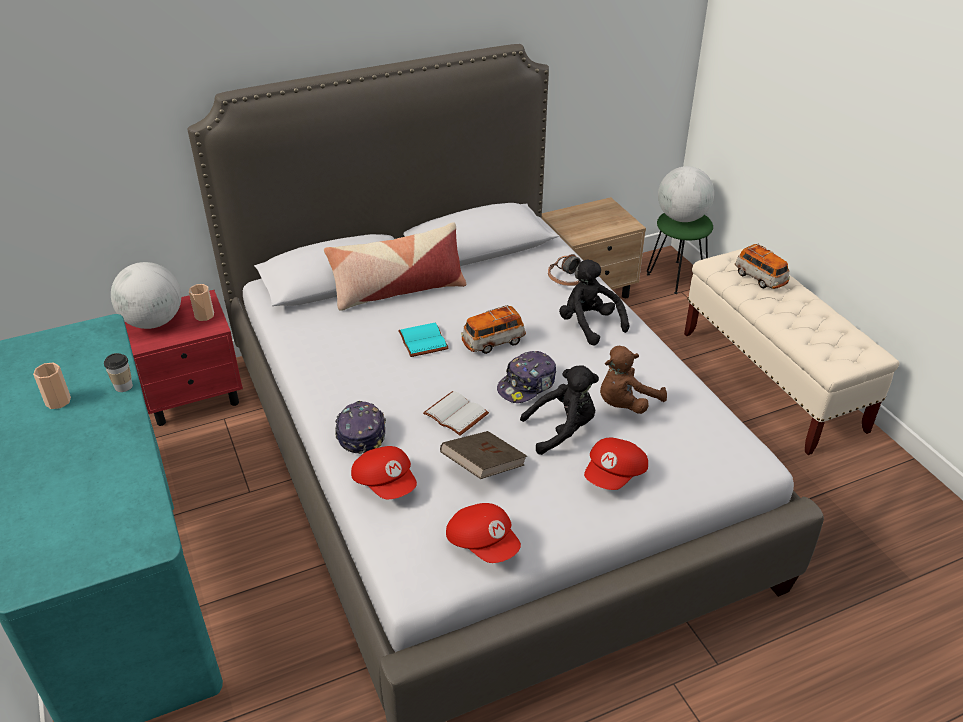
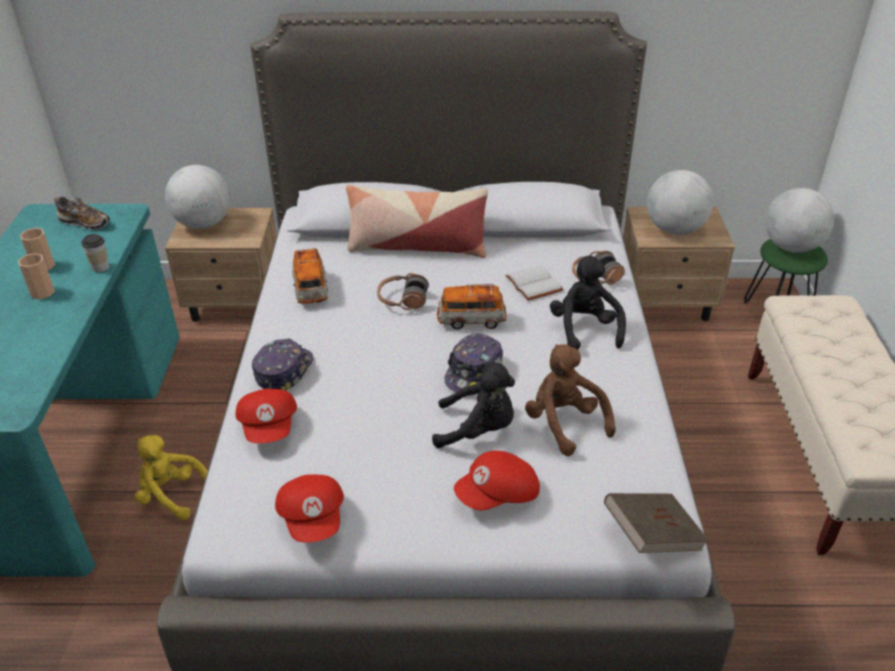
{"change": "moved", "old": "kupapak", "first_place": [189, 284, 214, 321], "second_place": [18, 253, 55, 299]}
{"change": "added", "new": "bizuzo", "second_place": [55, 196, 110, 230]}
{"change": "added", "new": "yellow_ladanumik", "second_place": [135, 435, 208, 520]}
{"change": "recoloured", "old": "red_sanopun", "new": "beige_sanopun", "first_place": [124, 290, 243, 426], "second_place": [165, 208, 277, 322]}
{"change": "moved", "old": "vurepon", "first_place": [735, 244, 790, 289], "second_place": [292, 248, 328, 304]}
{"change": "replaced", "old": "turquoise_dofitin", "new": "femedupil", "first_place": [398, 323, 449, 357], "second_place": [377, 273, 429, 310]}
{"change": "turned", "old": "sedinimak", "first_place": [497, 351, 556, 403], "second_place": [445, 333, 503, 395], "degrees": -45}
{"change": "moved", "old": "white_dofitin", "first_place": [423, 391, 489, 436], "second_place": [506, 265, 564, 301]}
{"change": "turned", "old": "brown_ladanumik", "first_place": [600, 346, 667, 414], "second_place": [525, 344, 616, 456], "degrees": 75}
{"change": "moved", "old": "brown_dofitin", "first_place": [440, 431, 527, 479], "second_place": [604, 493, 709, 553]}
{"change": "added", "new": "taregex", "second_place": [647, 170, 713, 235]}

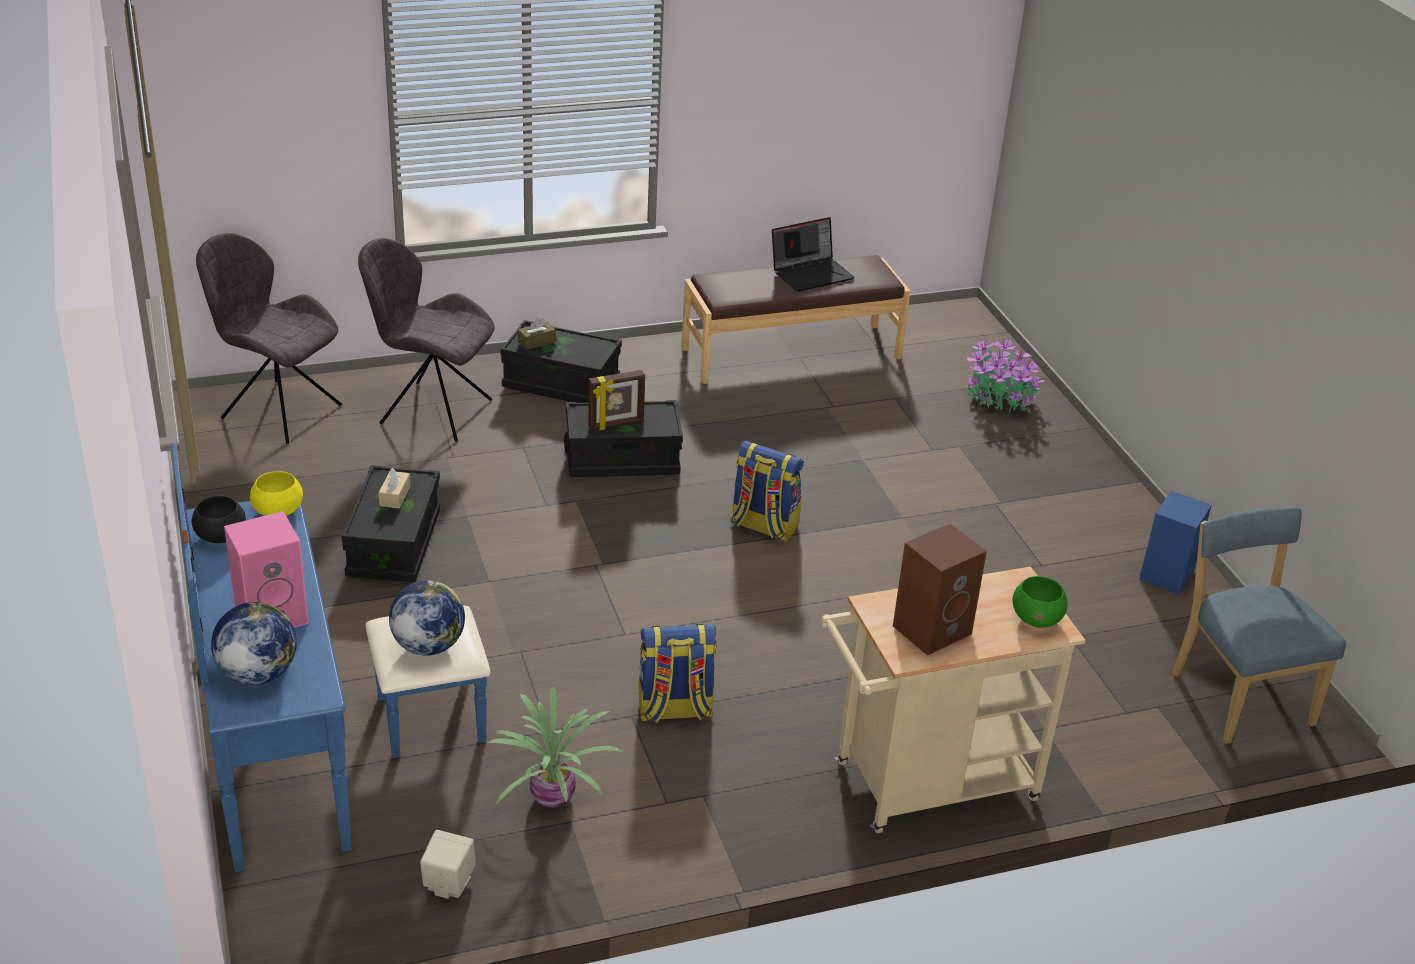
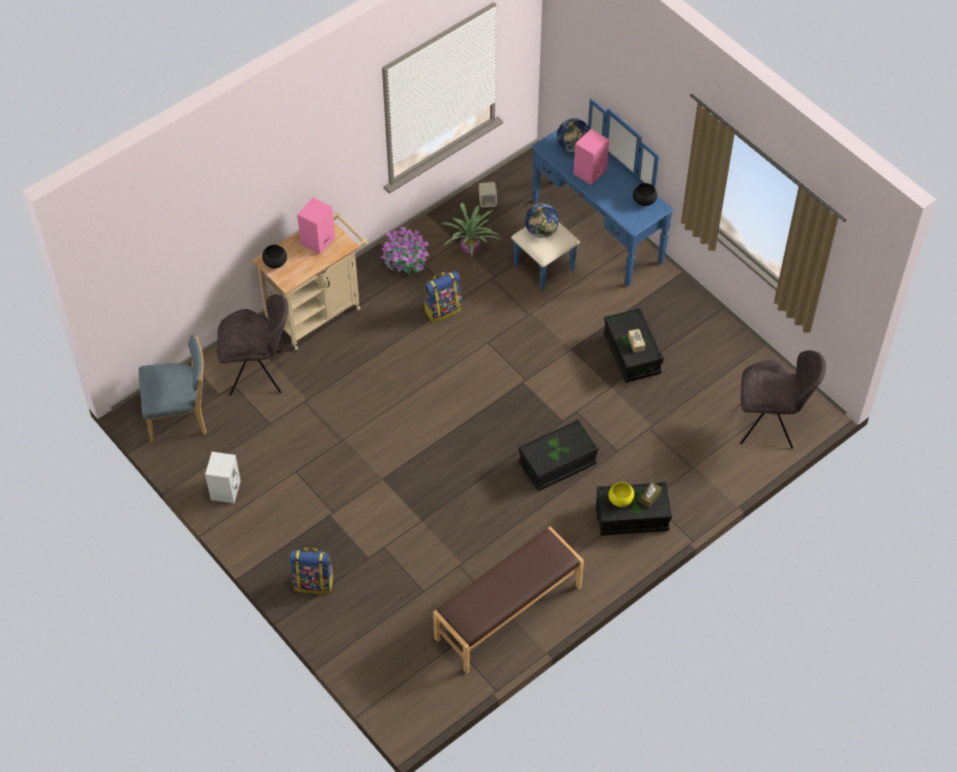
{"change": "turned", "old": "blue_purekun", "first_place": [1172, 507, 1346, 744], "second_place": [139, 334, 206, 443], "degrees": -60}
{"change": "recoloured", "old": "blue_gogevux", "new": "white_gogevux", "first_place": [1139, 491, 1212, 595], "second_place": [205, 452, 241, 503]}
{"change": "moved", "old": "grey_purekun", "first_place": [358, 238, 495, 442], "second_place": [217, 294, 289, 396]}
{"change": "recoloured", "old": "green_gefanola", "new": "black_gefanola", "first_place": [1013, 576, 1068, 628], "second_place": [262, 245, 287, 269]}
{"change": "moved", "old": "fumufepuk", "first_place": [731, 441, 804, 542], "second_place": [289, 548, 334, 594]}
{"change": "recoloured", "old": "brown_gogevux", "new": "pink_gogevux", "first_place": [893, 524, 987, 655], "second_place": [297, 197, 335, 254]}
{"change": "moved", "old": "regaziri", "first_place": [966, 338, 1044, 412], "second_place": [381, 227, 429, 275]}
{"change": "moved", "old": "yellow_gefanola", "first_place": [250, 471, 303, 516], "second_place": [608, 482, 634, 507]}
{"change": "removed", "old": "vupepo", "first_place": [588, 370, 645, 431]}
{"change": "removed", "old": "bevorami", "first_place": [772, 217, 855, 292]}

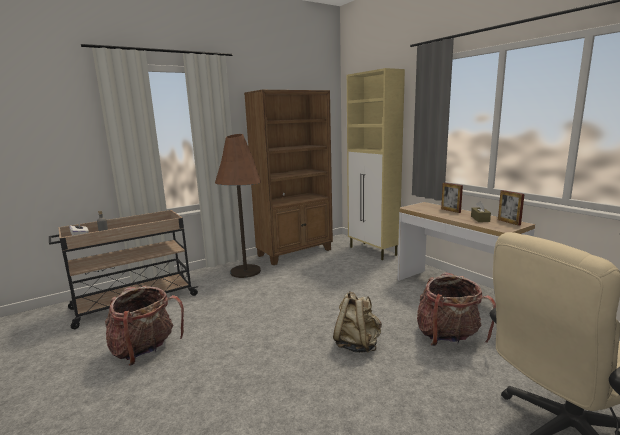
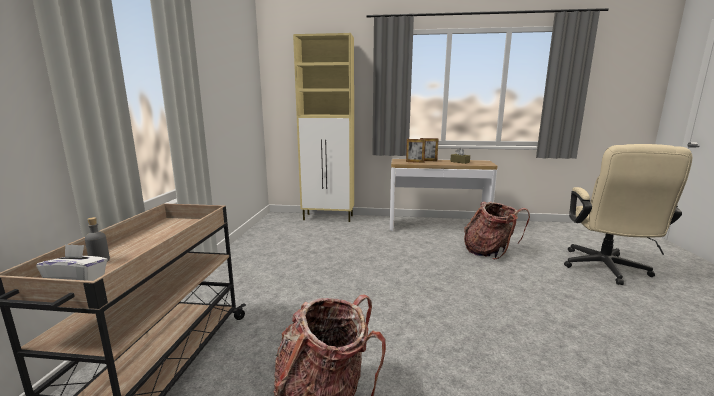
{"change": "moved", "old": "vupepo", "first_place": [498, 190, 524, 226], "second_place": [406, 139, 426, 163]}
{"change": "removed", "old": "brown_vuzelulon", "first_place": [215, 134, 261, 278]}
{"change": "removed", "old": "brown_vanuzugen", "first_place": [244, 90, 333, 265]}
{"change": "removed", "old": "beige_fumufepuk", "first_place": [333, 291, 382, 353]}

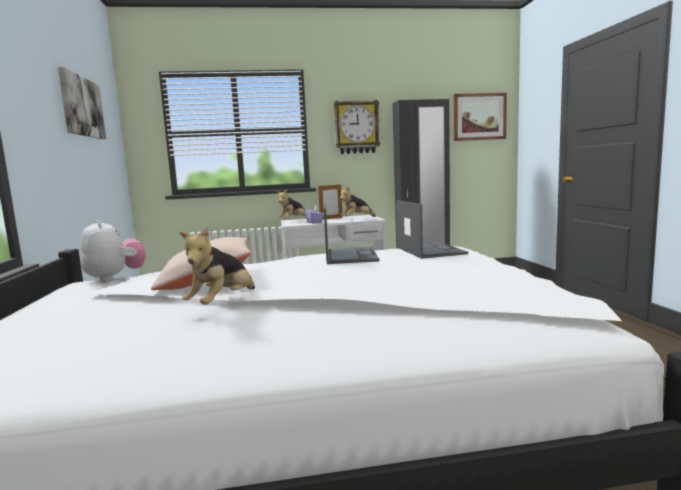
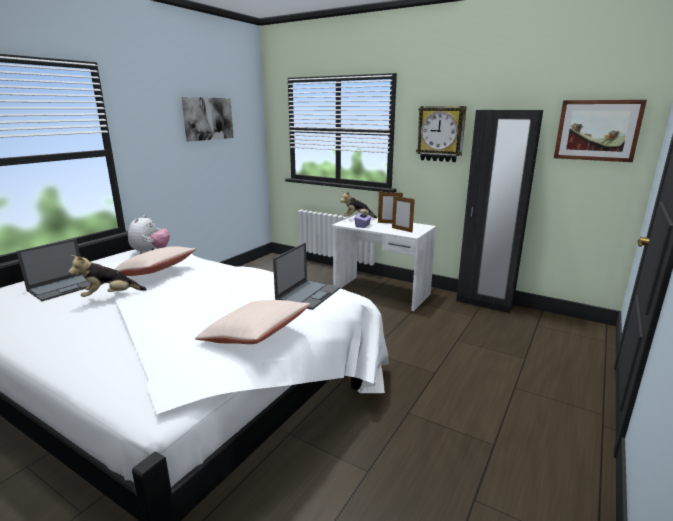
{"change": "moved", "old": "bevorami", "first_place": [324, 203, 379, 264], "second_place": [16, 239, 90, 301]}
{"change": "added", "new": "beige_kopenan", "second_place": [195, 300, 310, 344]}
{"change": "replaced", "old": "ladanumik", "new": "vupepo", "first_place": [339, 187, 376, 217], "second_place": [392, 196, 415, 233]}

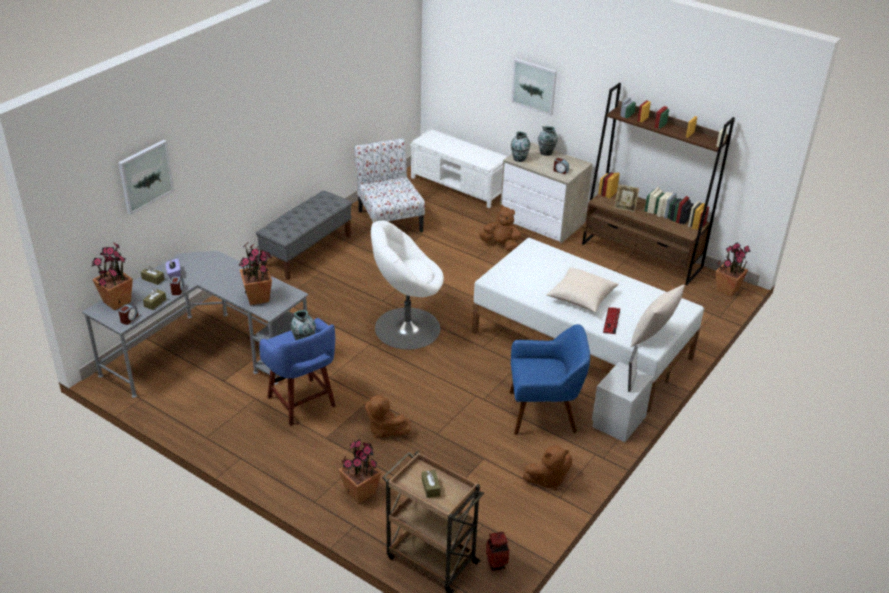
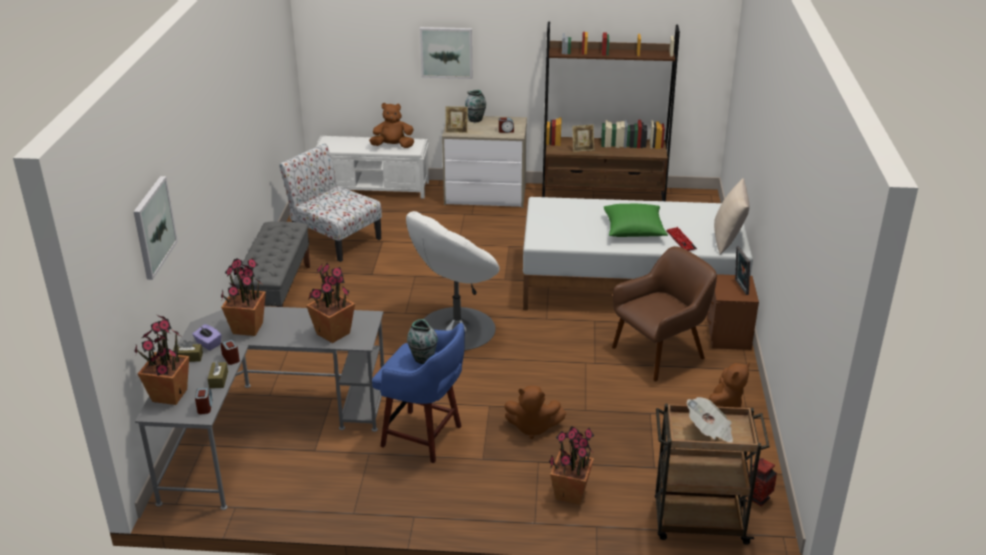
{"change": "moved", "old": "regaziri", "first_place": [716, 242, 751, 297], "second_place": [221, 258, 266, 336]}
{"change": "moved", "old": "brown_ladanumik", "first_place": [479, 205, 521, 252], "second_place": [369, 103, 414, 148]}
{"change": "replaced", "old": "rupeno", "new": "vupepo", "first_place": [511, 132, 530, 162], "second_place": [445, 106, 468, 133]}
{"change": "recoloured", "old": "beige_kopenan", "new": "green_kopenan", "first_place": [546, 267, 618, 313], "second_place": [604, 204, 668, 237]}
{"change": "recoloured", "old": "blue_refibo", "new": "brown_refibo", "first_place": [509, 324, 590, 435], "second_place": [612, 246, 717, 382]}
{"change": "replaced", "old": "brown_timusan", "new": "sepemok", "first_place": [422, 470, 441, 498], "second_place": [686, 397, 733, 443]}
{"change": "recoloured", "old": "grey_sanopun", "new": "brown_sanopun", "first_place": [592, 362, 653, 442], "second_place": [707, 274, 759, 350]}

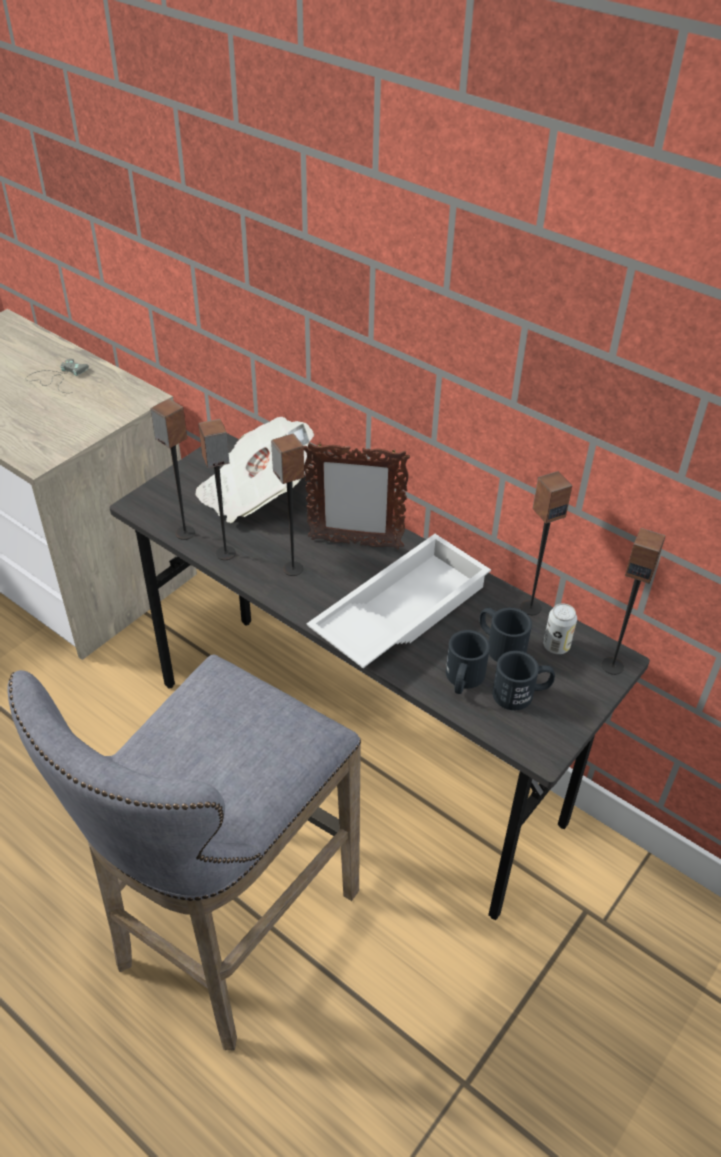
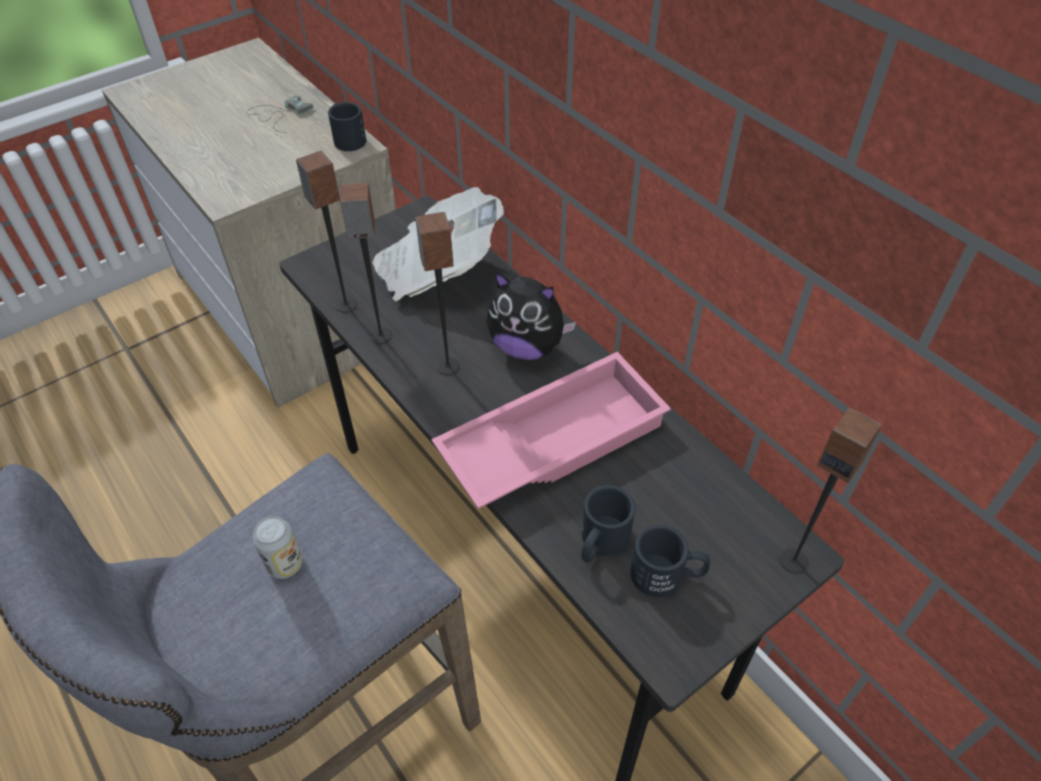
{"change": "moved", "old": "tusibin", "first_place": [543, 603, 577, 654], "second_place": [253, 516, 303, 579]}
{"change": "moved", "old": "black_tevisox", "first_place": [479, 608, 532, 662], "second_place": [328, 102, 366, 151]}
{"change": "recoloured", "old": "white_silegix", "new": "pink_silegix", "first_place": [307, 534, 491, 668], "second_place": [431, 352, 671, 509]}
{"change": "replaced", "old": "vupepo", "new": "ladanumik", "first_place": [304, 443, 410, 549], "second_place": [486, 272, 576, 360]}
{"change": "removed", "old": "gogevux", "first_place": [520, 471, 572, 615]}

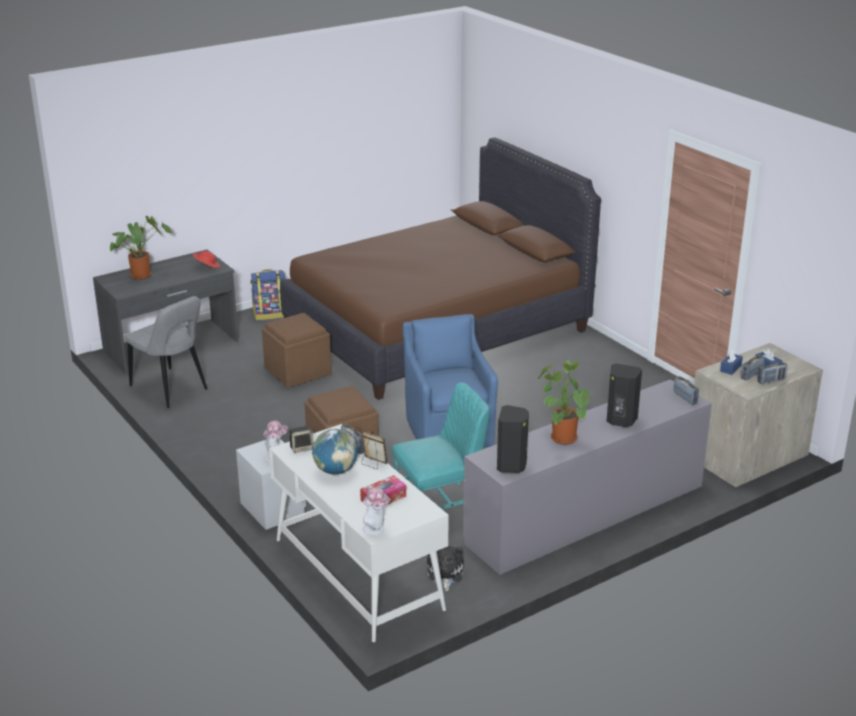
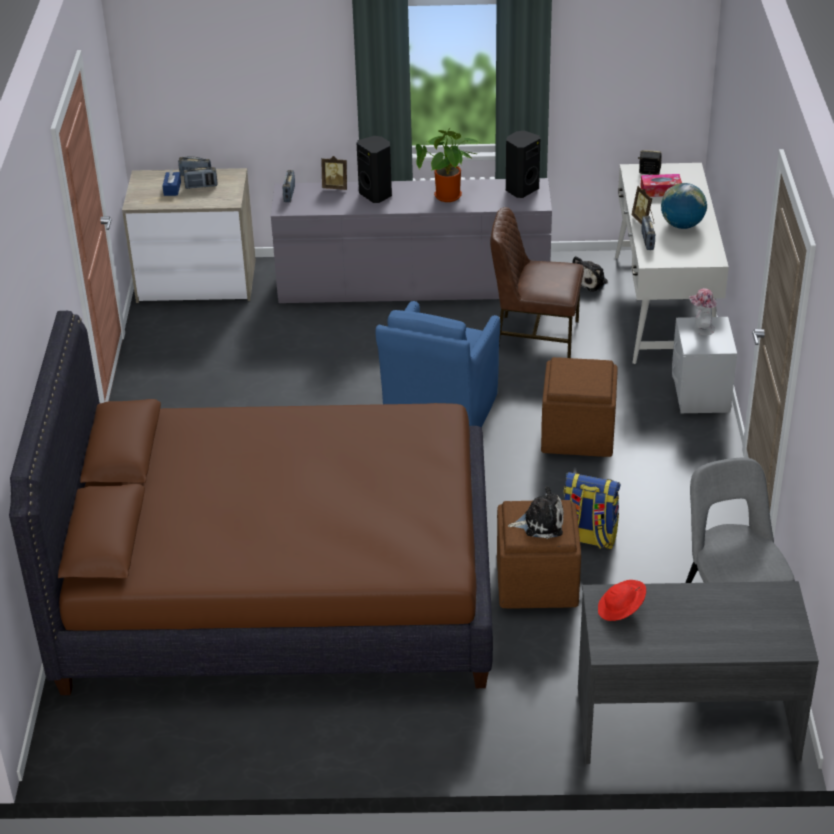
{"change": "added", "new": "vupepo", "second_place": [321, 156, 347, 190]}
{"change": "recoloured", "old": "turquoise_purekun", "new": "brown_purekun", "first_place": [392, 383, 490, 509], "second_place": [490, 207, 584, 358]}
{"change": "added", "new": "ladanumik", "second_place": [508, 486, 564, 539]}
{"change": "moved", "old": "fumufepuk", "first_place": [251, 269, 285, 320], "second_place": [563, 472, 621, 549]}
{"change": "moved", "old": "gogevux", "first_place": [289, 426, 313, 453], "second_place": [638, 150, 662, 175]}
{"change": "removed", "old": "regaziri", "first_place": [110, 216, 172, 279]}
{"change": "removed", "old": "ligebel", "first_place": [363, 487, 391, 535]}
{"change": "removed", "old": "blue_timusan", "first_place": [720, 350, 743, 375]}

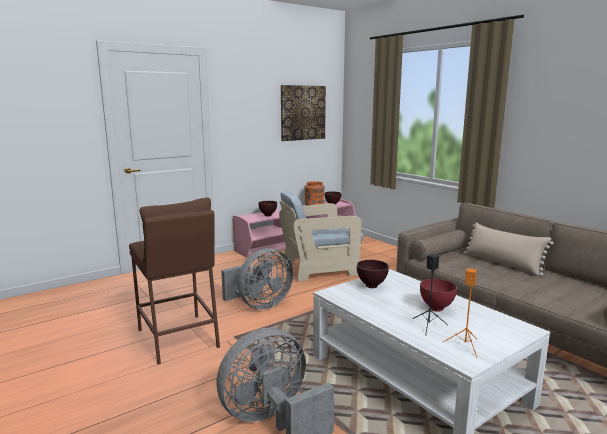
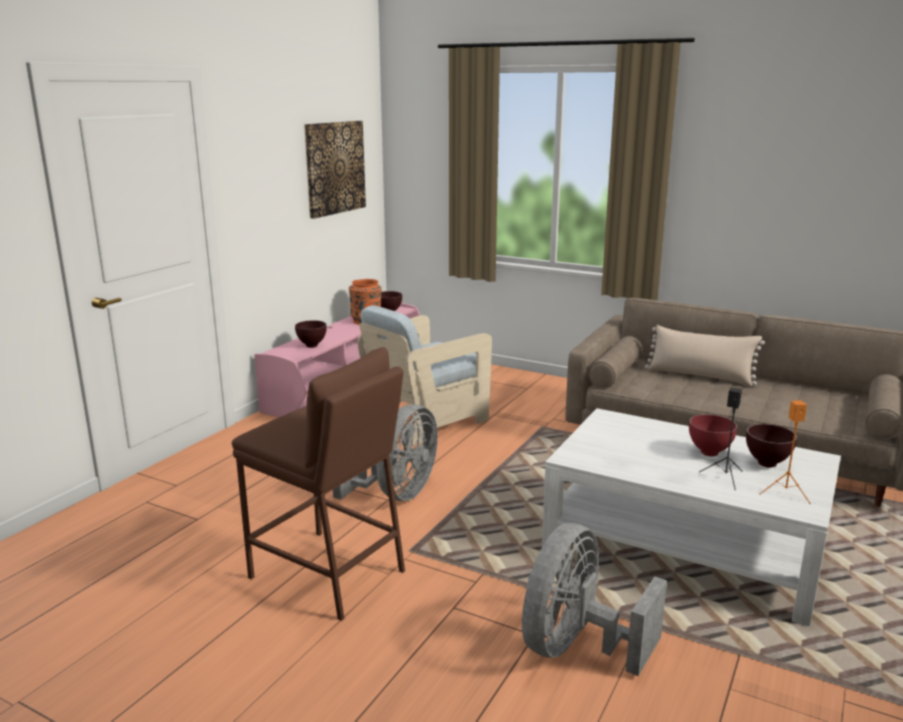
{"change": "moved", "old": "brown_gefanola", "first_place": [357, 260, 389, 288], "second_place": [746, 424, 797, 468]}

